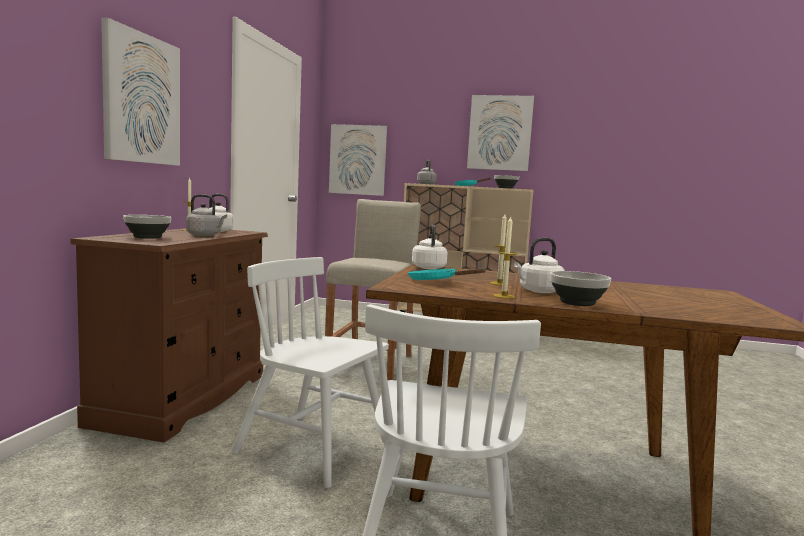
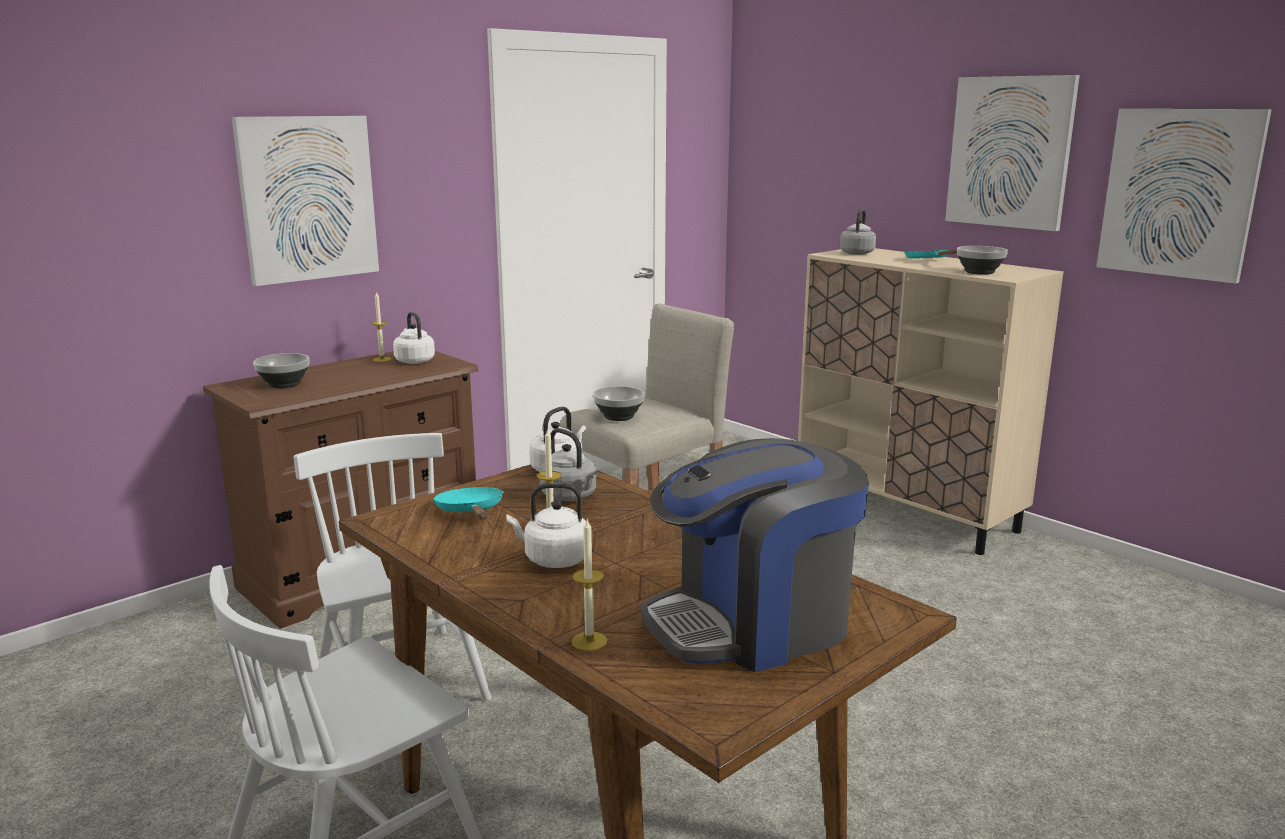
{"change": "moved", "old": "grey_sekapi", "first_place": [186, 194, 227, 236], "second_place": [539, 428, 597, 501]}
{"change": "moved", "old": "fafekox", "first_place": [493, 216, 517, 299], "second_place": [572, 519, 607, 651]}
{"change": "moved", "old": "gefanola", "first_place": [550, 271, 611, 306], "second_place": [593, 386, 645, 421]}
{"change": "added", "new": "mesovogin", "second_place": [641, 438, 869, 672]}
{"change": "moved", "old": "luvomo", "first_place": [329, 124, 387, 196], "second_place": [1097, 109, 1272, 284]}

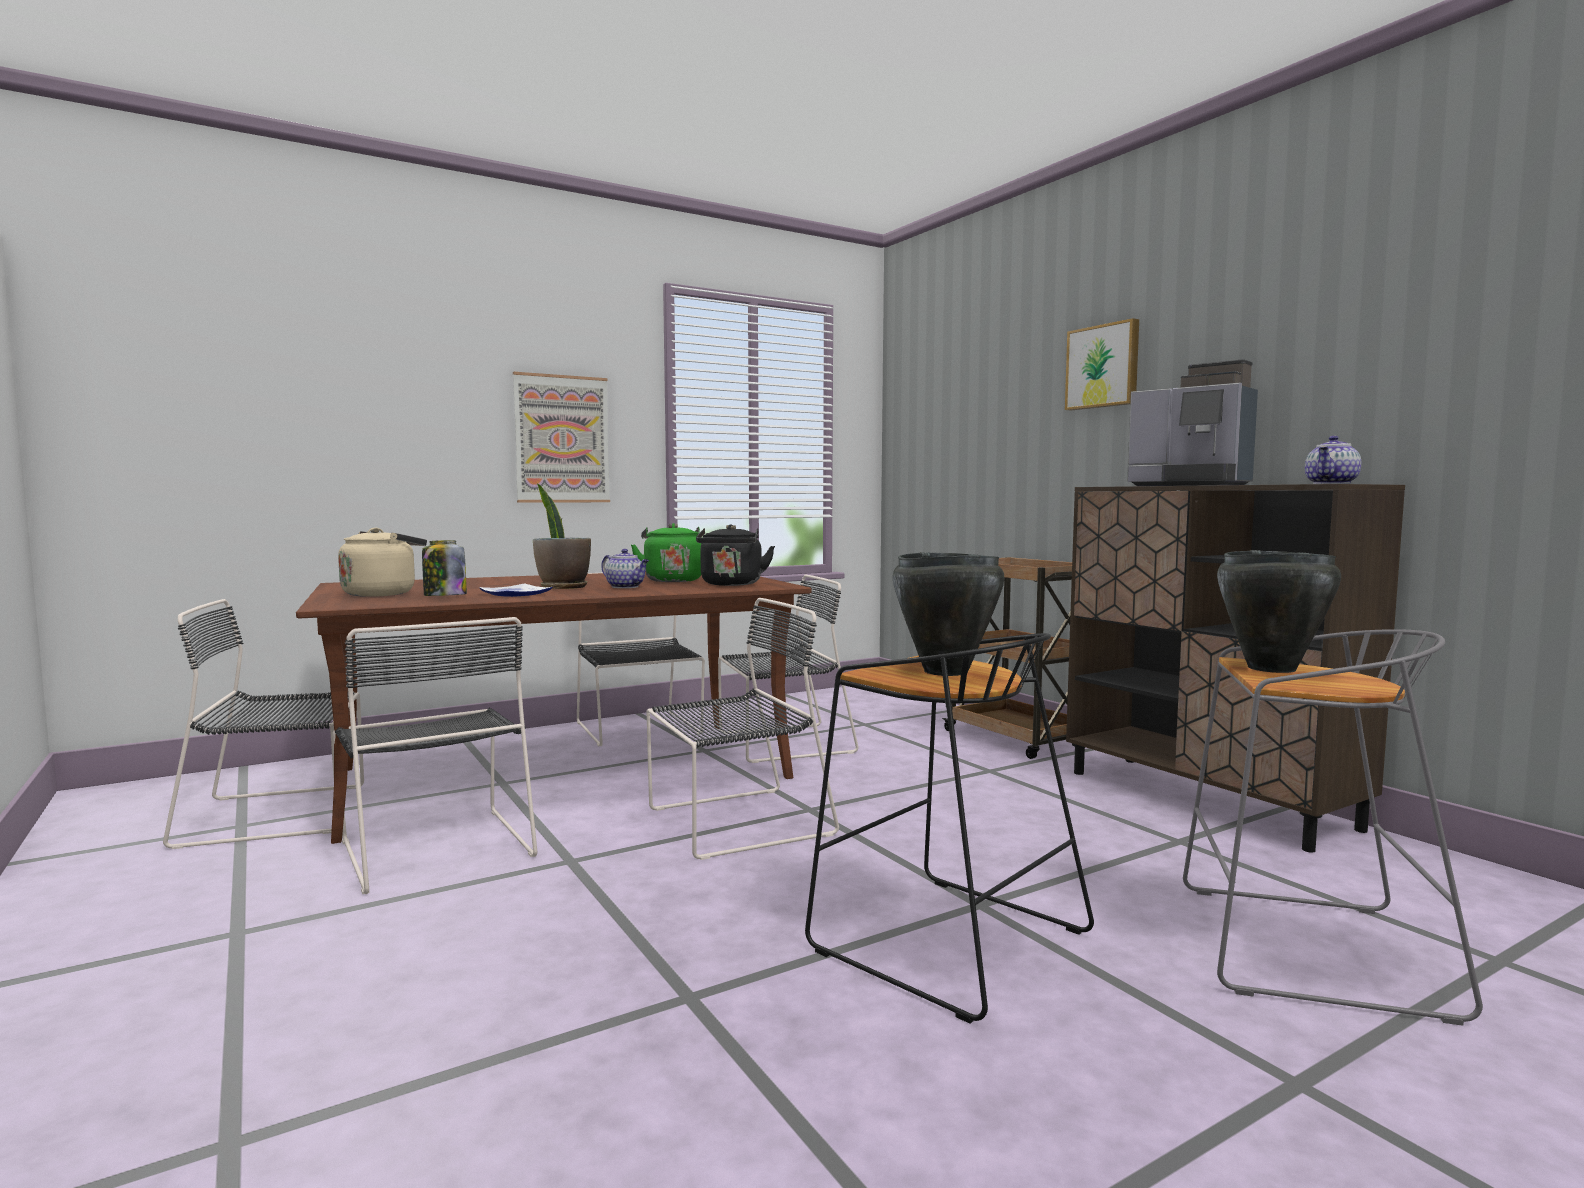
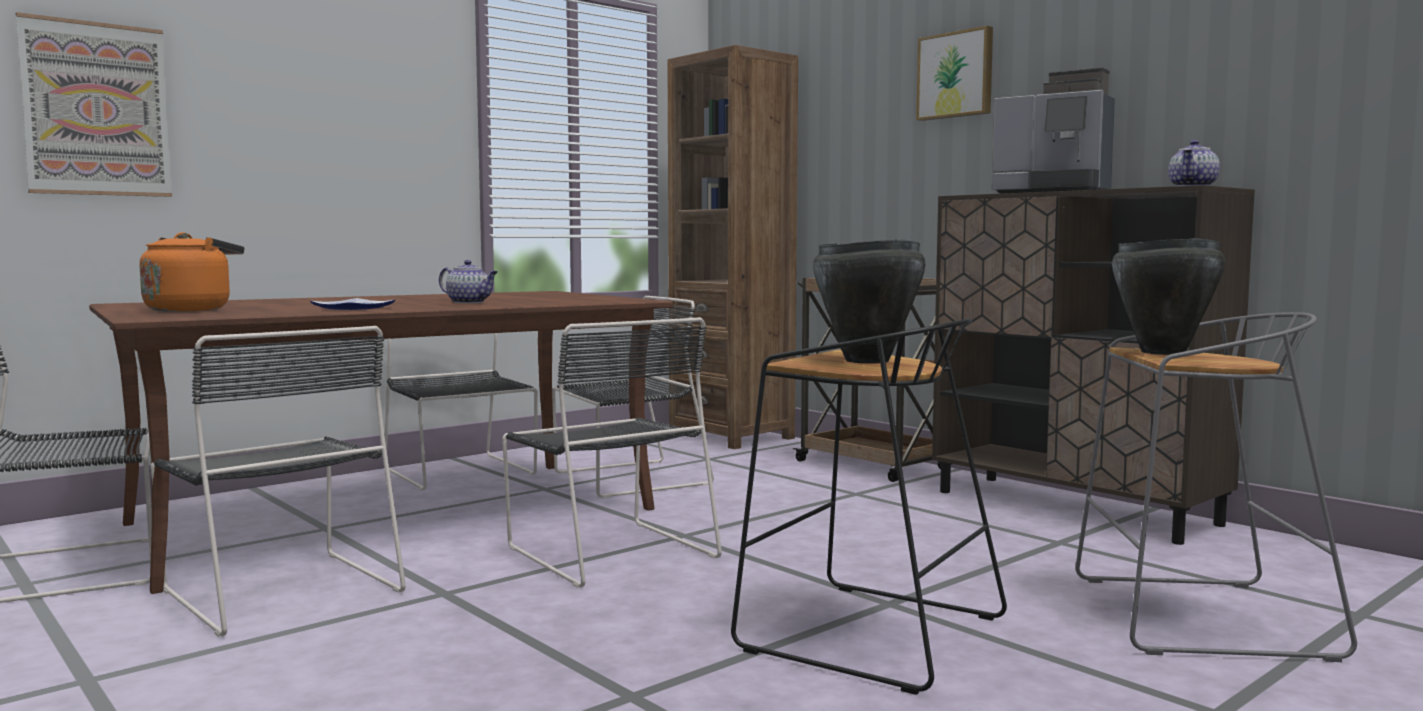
{"change": "moved", "old": "luvomo", "first_place": [513, 372, 610, 503], "second_place": [16, 12, 172, 197]}
{"change": "recoloured", "old": "beige_sekapi", "new": "orange_sekapi", "first_place": [338, 528, 427, 597], "second_place": [140, 232, 244, 312]}
{"change": "turned", "old": "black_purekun", "first_place": [647, 598, 839, 860], "second_place": [502, 317, 722, 588], "degrees": 90}
{"change": "added", "new": "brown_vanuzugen", "second_place": [667, 45, 798, 449]}
{"change": "removed", "old": "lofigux", "first_place": [422, 540, 467, 596]}
{"change": "removed", "old": "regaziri", "first_place": [533, 484, 591, 589]}
{"change": "removed", "old": "green_sekapi", "first_place": [631, 523, 702, 582]}
{"change": "removed", "old": "black_sekapi", "first_place": [696, 524, 775, 586]}

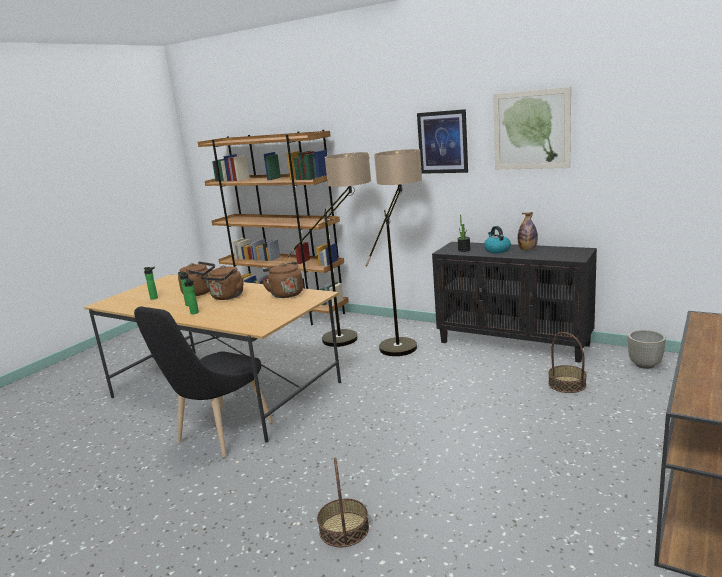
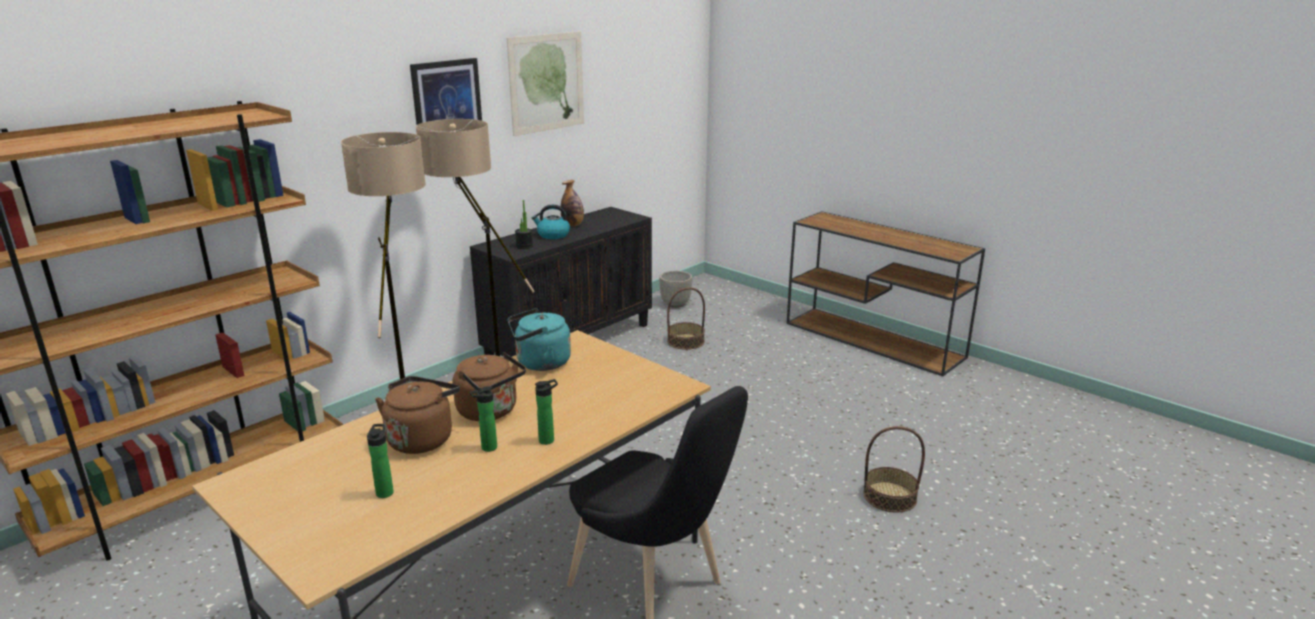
{"change": "recoloured", "old": "brown_sekapi", "new": "turquoise_sekapi", "first_place": [262, 262, 303, 298], "second_place": [508, 308, 571, 371]}

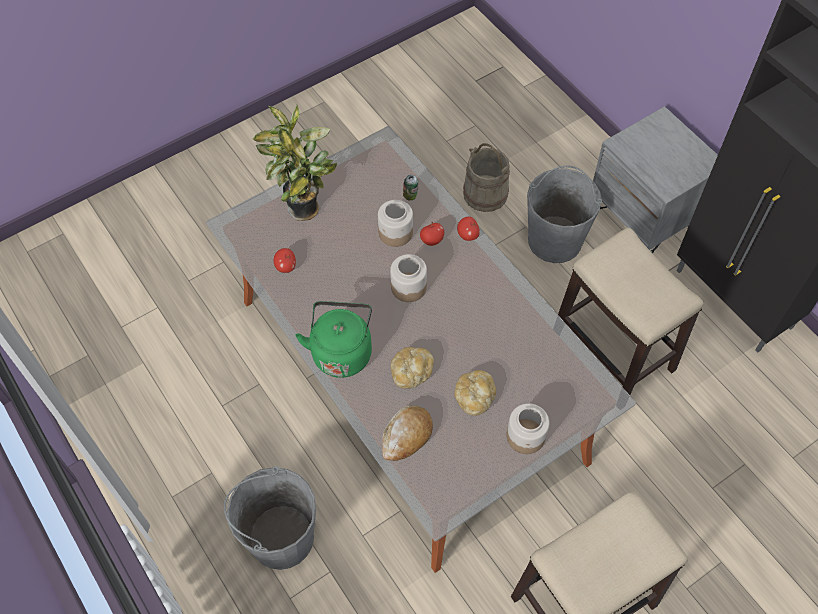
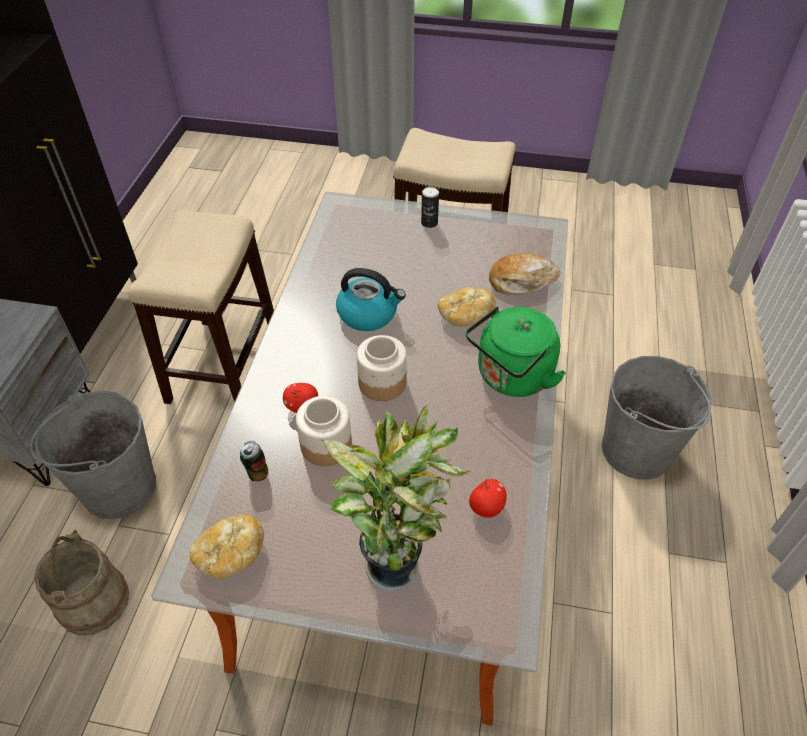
{"change": "moved", "old": "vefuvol", "first_place": [454, 370, 496, 416], "second_place": [189, 515, 264, 579]}
{"change": "added", "new": "sekapi", "second_place": [336, 268, 406, 331]}
{"change": "replaced", "old": "lofigux", "new": "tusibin", "first_place": [507, 403, 549, 454], "second_place": [421, 187, 439, 228]}
{"change": "removed", "old": "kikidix", "first_place": [457, 217, 480, 241]}

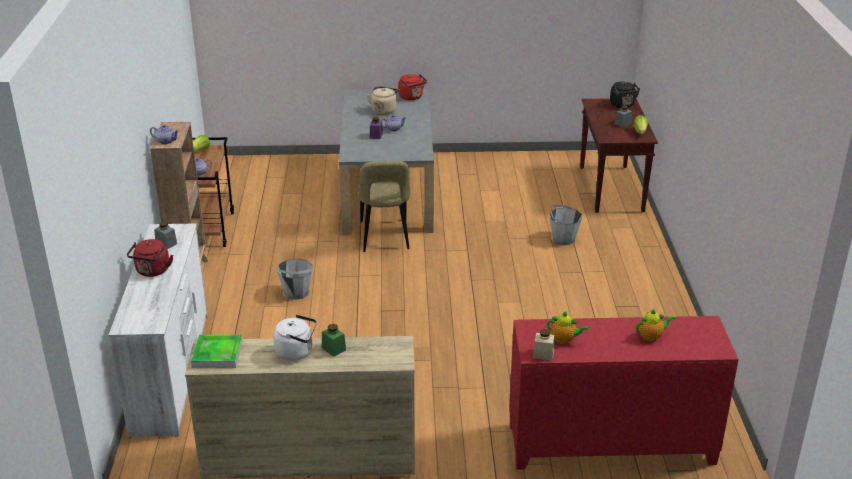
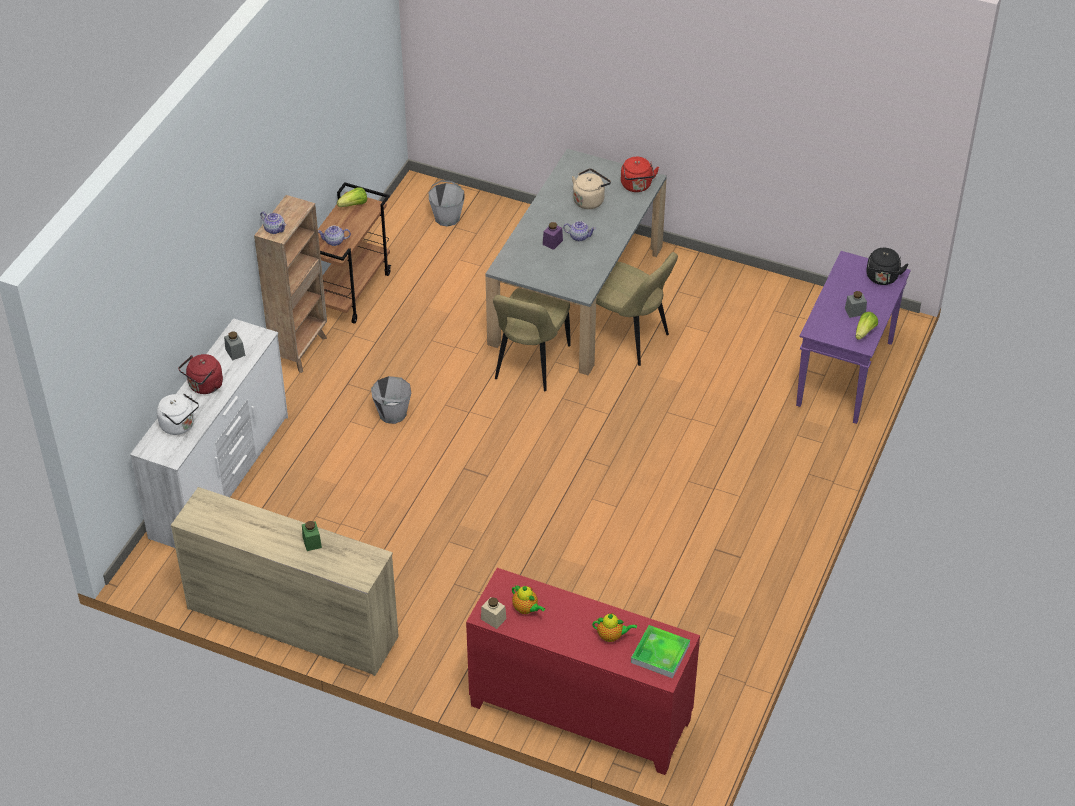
{"change": "moved", "old": "white_sekapi", "first_place": [273, 315, 317, 361], "second_place": [157, 393, 199, 435]}
{"change": "moved", "old": "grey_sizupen", "first_place": [549, 205, 582, 245], "second_place": [429, 180, 465, 227]}
{"change": "added", "new": "beige_purekun", "second_place": [596, 252, 678, 366]}
{"change": "moved", "old": "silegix", "first_place": [191, 335, 242, 368], "second_place": [631, 625, 690, 678]}
{"change": "recoloured", "old": "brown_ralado", "new": "purple_ralado", "first_place": [580, 98, 658, 213], "second_place": [796, 251, 911, 424]}

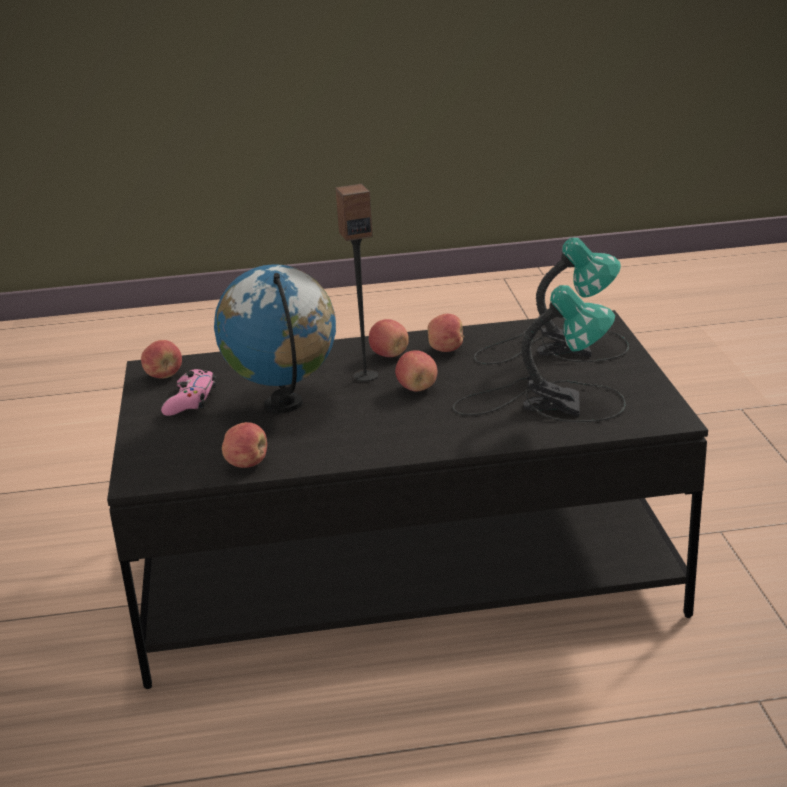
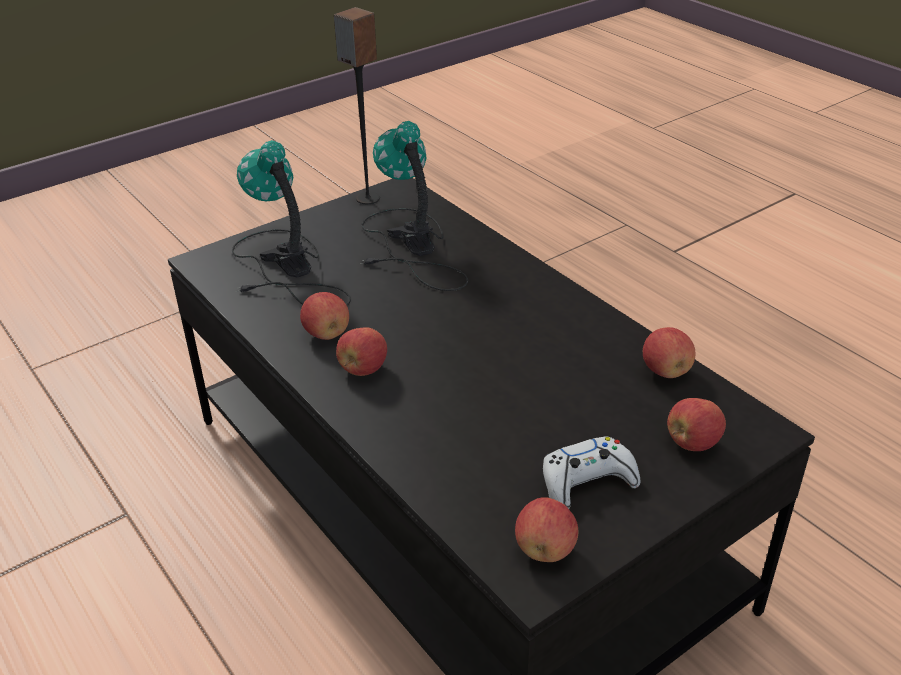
{"change": "moved", "old": "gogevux", "first_place": [335, 184, 378, 382], "second_place": [334, 7, 380, 204]}
{"change": "recoloured", "old": "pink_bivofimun", "new": "white_bivofimun", "first_place": [161, 369, 216, 416], "second_place": [543, 436, 641, 509]}
{"change": "moved", "old": "kikidix", "first_place": [395, 350, 437, 392], "second_place": [667, 398, 726, 451]}
{"change": "removed", "old": "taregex", "first_place": [214, 264, 336, 413]}

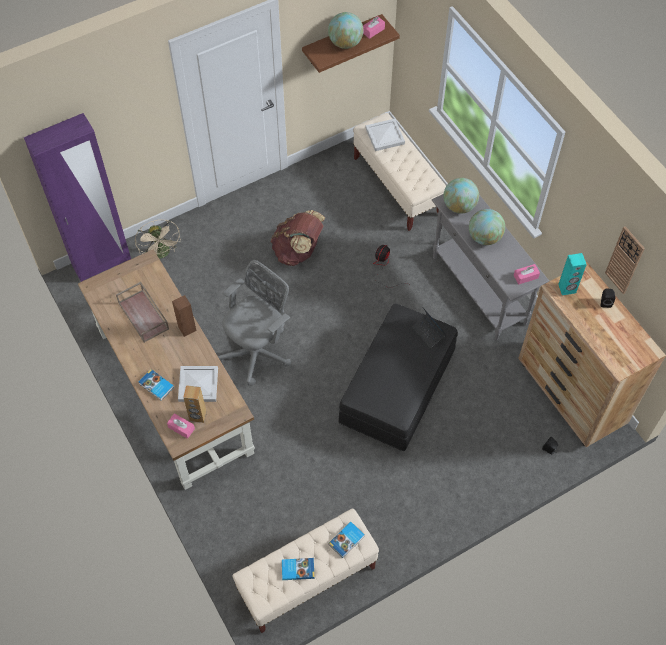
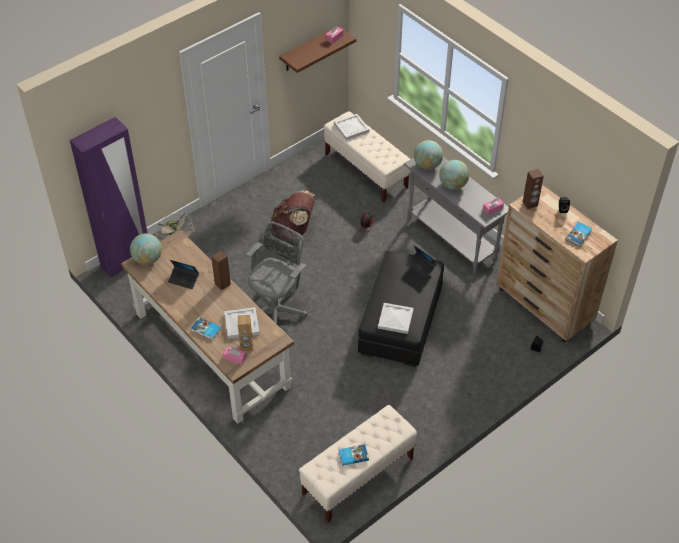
{"change": "moved", "old": "taregex", "first_place": [328, 12, 363, 49], "second_place": [130, 234, 162, 265]}
{"change": "replaced", "old": "brown_silegix", "new": "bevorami", "first_place": [116, 282, 169, 343], "second_place": [168, 260, 199, 289]}
{"change": "added", "new": "white_silegix", "second_place": [378, 303, 414, 334]}
{"change": "recoloured", "old": "turquoise_gogevux", "new": "brown_gogevux", "first_place": [558, 253, 587, 295], "second_place": [523, 169, 544, 209]}
{"change": "moved", "old": "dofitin", "first_place": [328, 522, 365, 558], "second_place": [566, 222, 592, 246]}
{"change": "removed", "old": "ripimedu", "first_place": [605, 226, 645, 294]}

